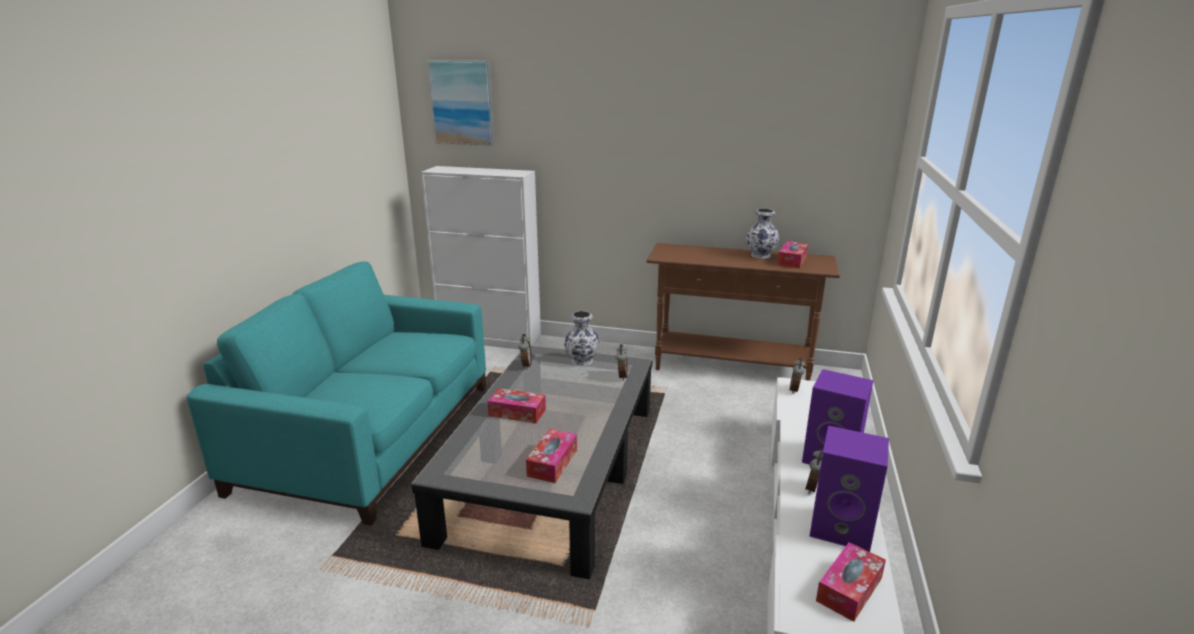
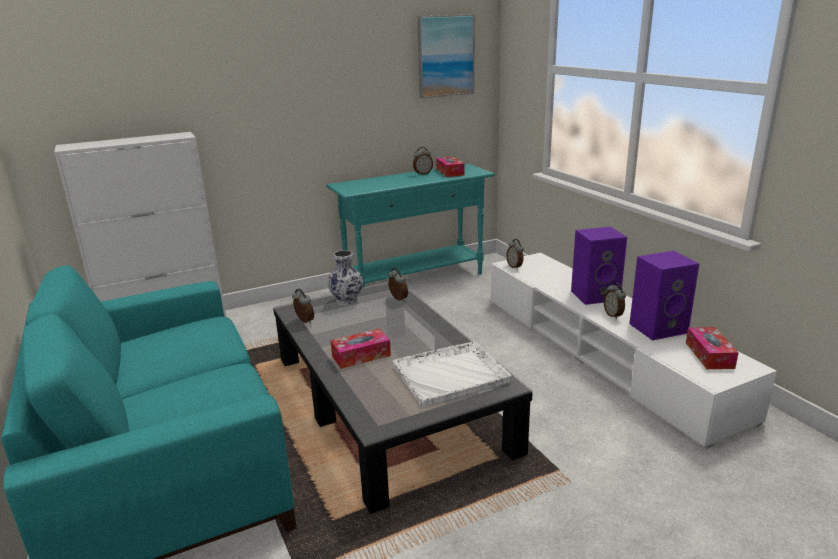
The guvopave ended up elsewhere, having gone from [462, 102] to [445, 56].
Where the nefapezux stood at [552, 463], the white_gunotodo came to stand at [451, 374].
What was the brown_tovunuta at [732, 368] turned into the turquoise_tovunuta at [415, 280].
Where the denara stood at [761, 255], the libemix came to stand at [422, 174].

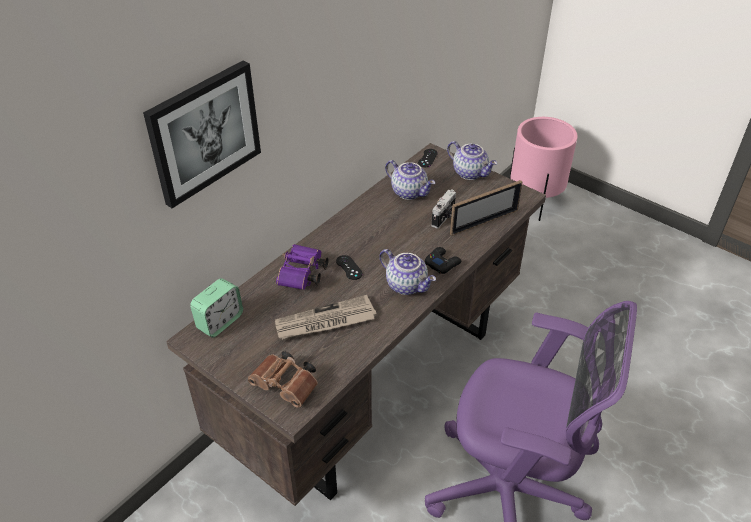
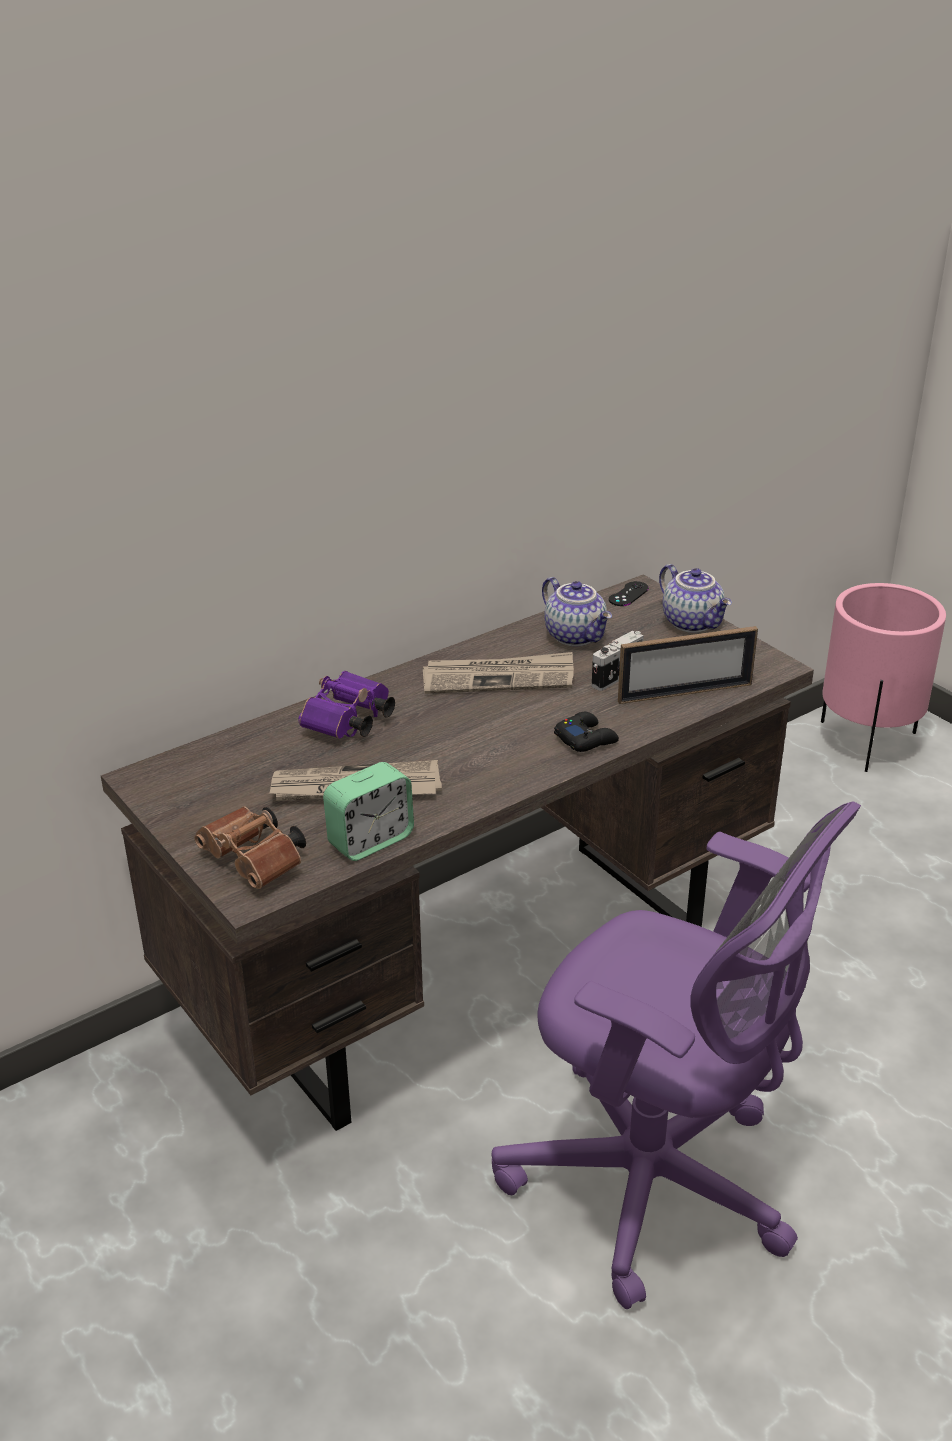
The second view lost the guvopave at [204, 132].
The libemix ended up elsewhere, having gone from [220, 322] to [370, 840].
The second view lost the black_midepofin at [349, 267].
The second view lost the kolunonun at [407, 285].
The second view gained the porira at [499, 678].

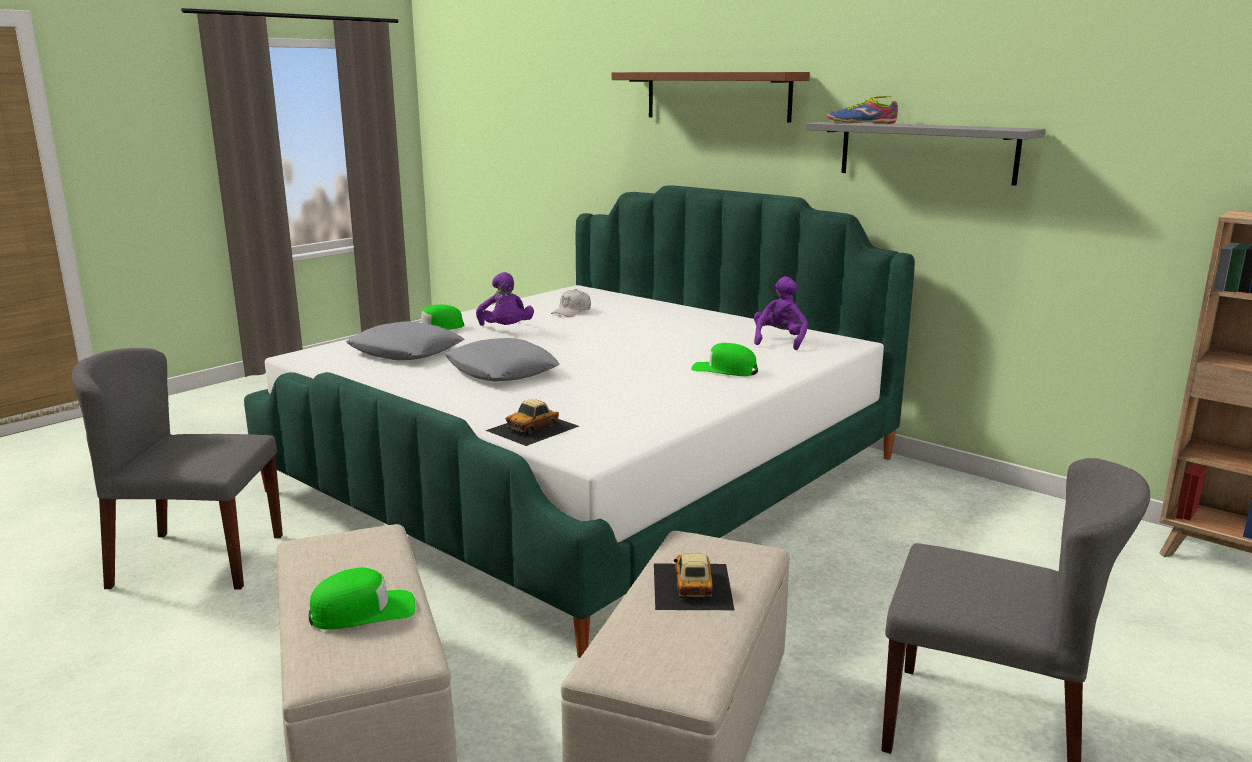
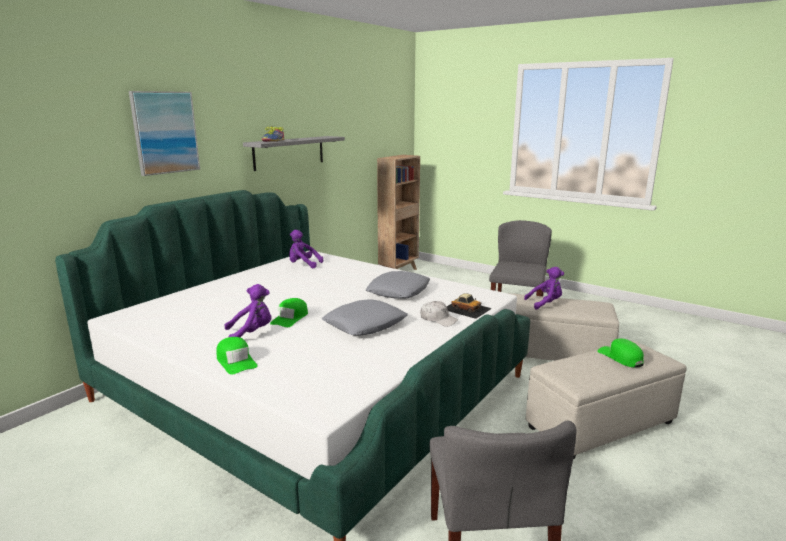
The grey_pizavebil ended up elsewhere, having gone from [406, 351] to [398, 291].
The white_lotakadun ended up elsewhere, having gone from [572, 312] to [438, 319].
Where the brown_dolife hung at [717, 96], the guvopave came to hang at [165, 132].
Where the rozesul stood at [691, 586], the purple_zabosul came to stand at [545, 303].
The green_lotakadun ended up elsewhere, having gone from [724, 370] to [290, 318].

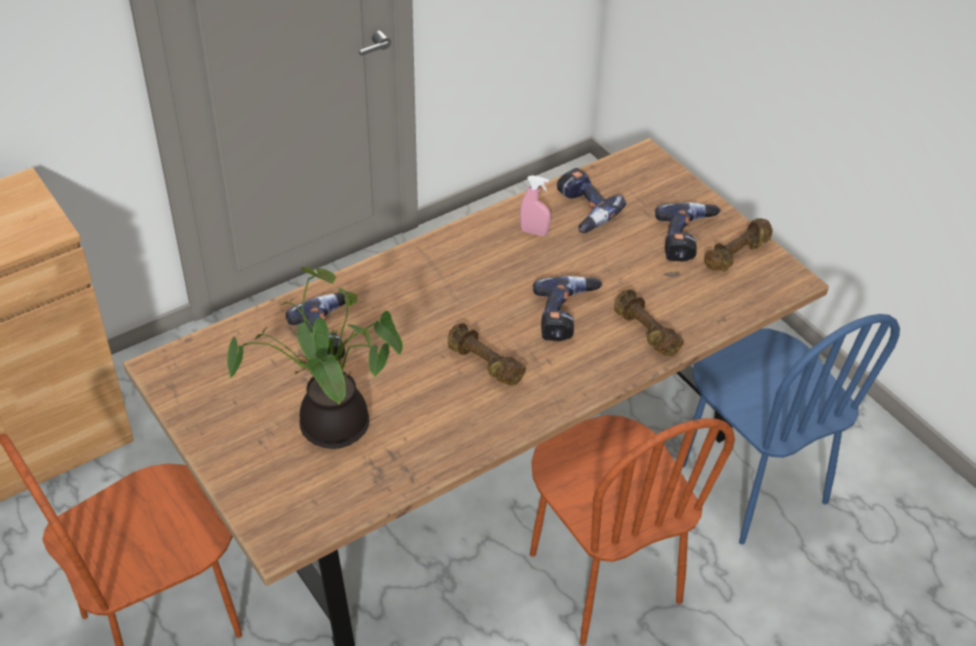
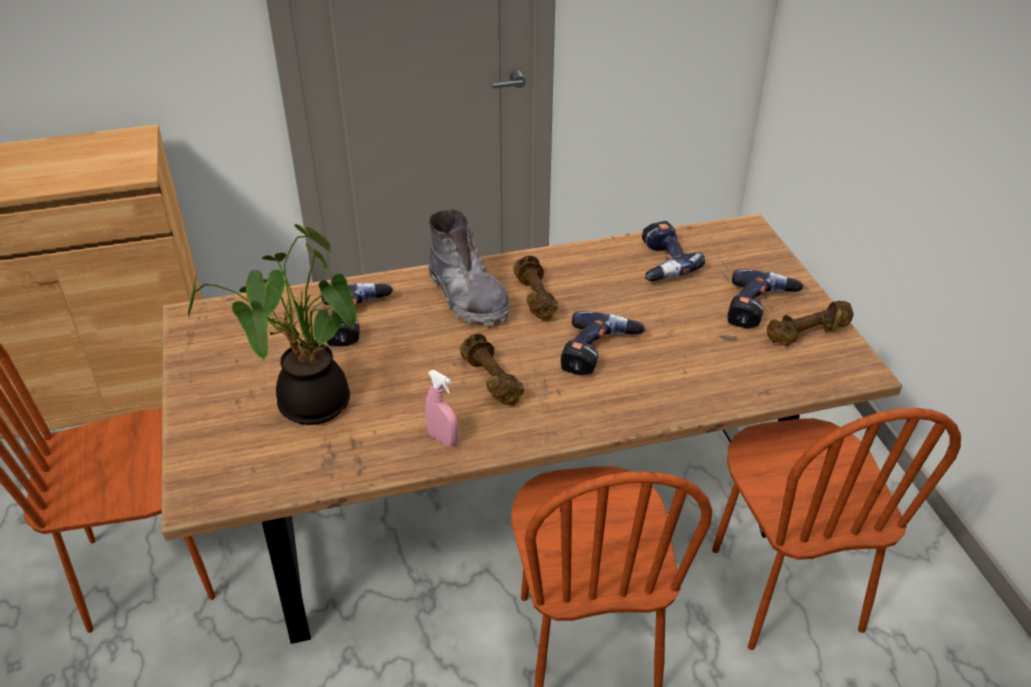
The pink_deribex ended up elsewhere, having gone from [534, 232] to [443, 439].
The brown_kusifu ended up elsewhere, having gone from [644, 332] to [534, 298].
What was the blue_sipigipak at [751, 484] turned into the brown_sipigipak at [784, 589].
The second view gained the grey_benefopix at [468, 297].

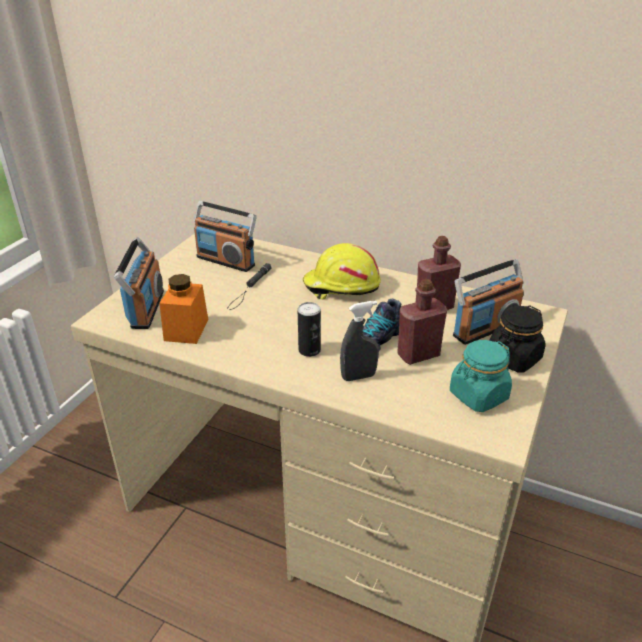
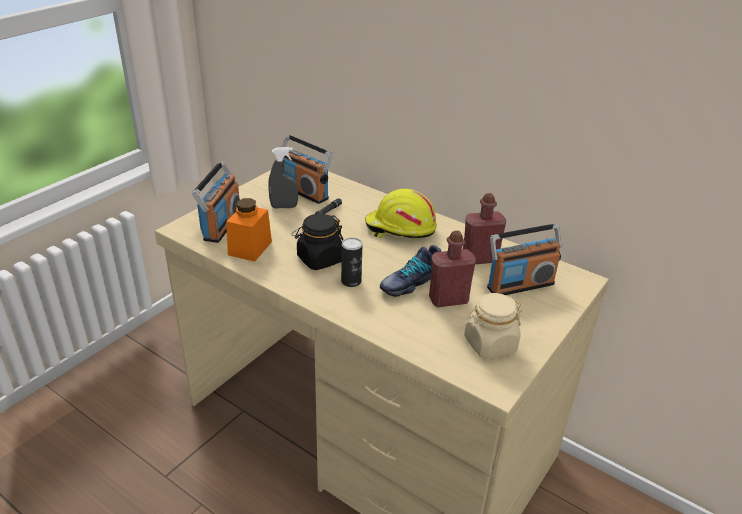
The grey_deribex ended up elsewhere, having gone from [358, 376] to [284, 207].
What was the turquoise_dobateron at [478, 396] turned into the beige_dobateron at [490, 344].
The black_dobateron ended up elsewhere, having gone from [513, 358] to [319, 259].

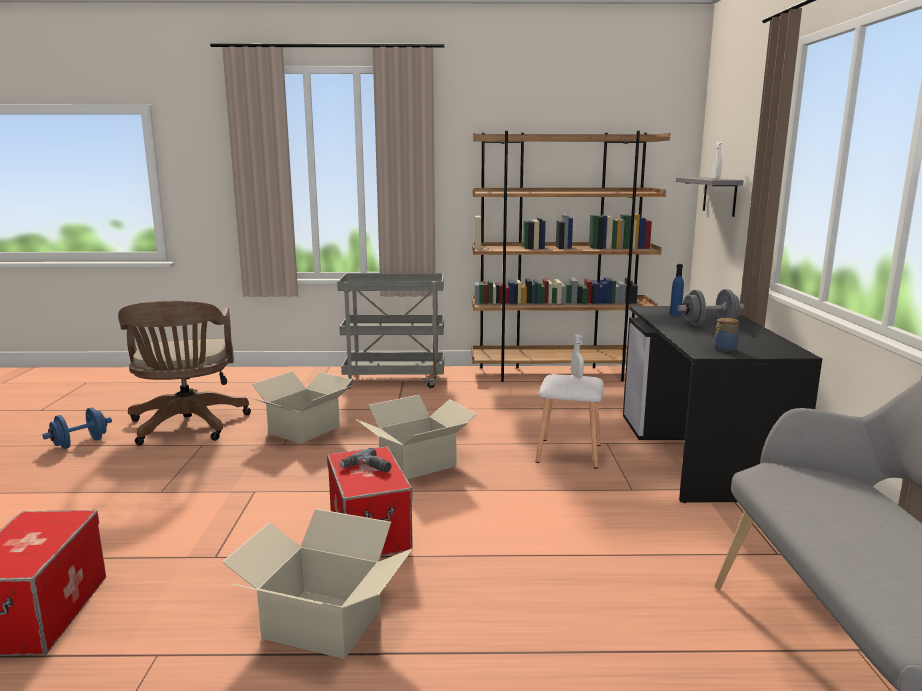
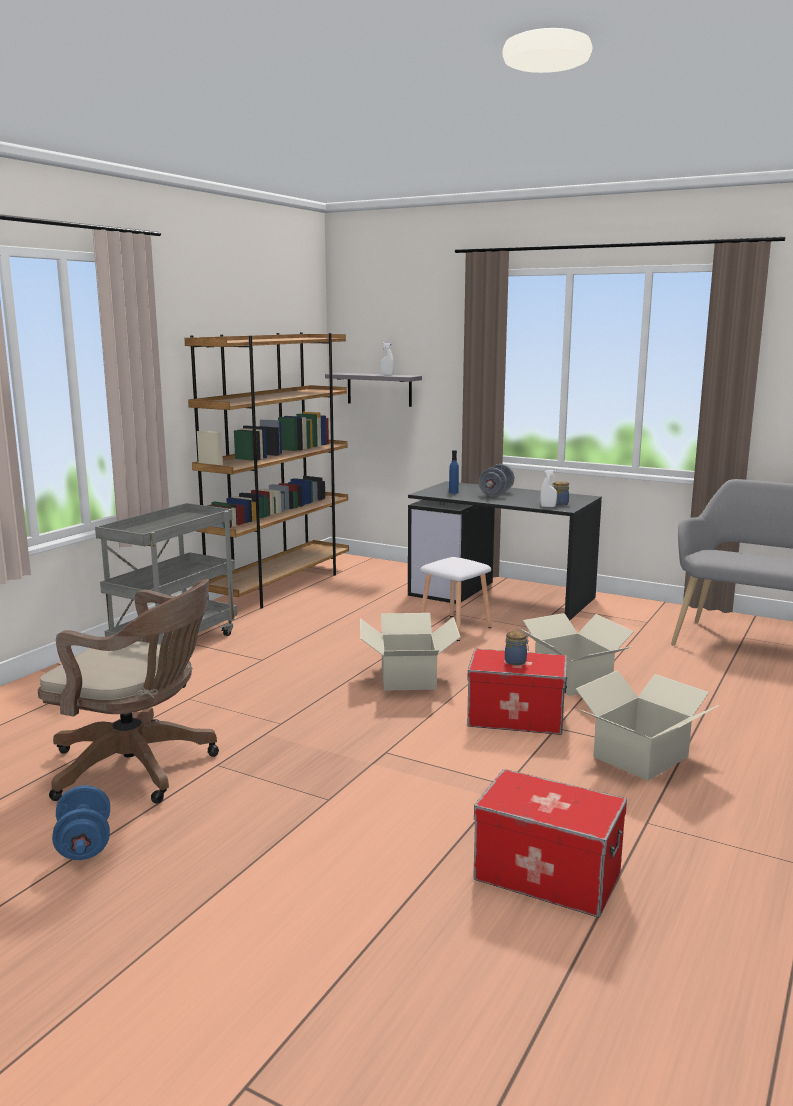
The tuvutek ended up elsewhere, having gone from [305, 430] to [573, 680].
Where the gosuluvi stood at [367, 468], the dobateron came to stand at [516, 661].
The white_deribex ended up elsewhere, having gone from [576, 376] to [548, 506].

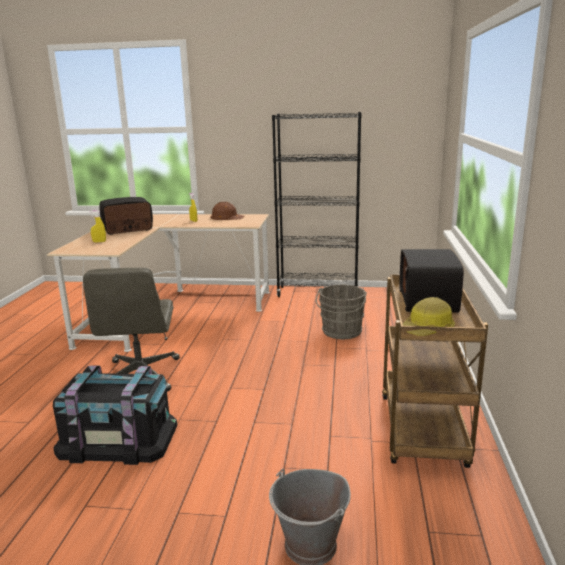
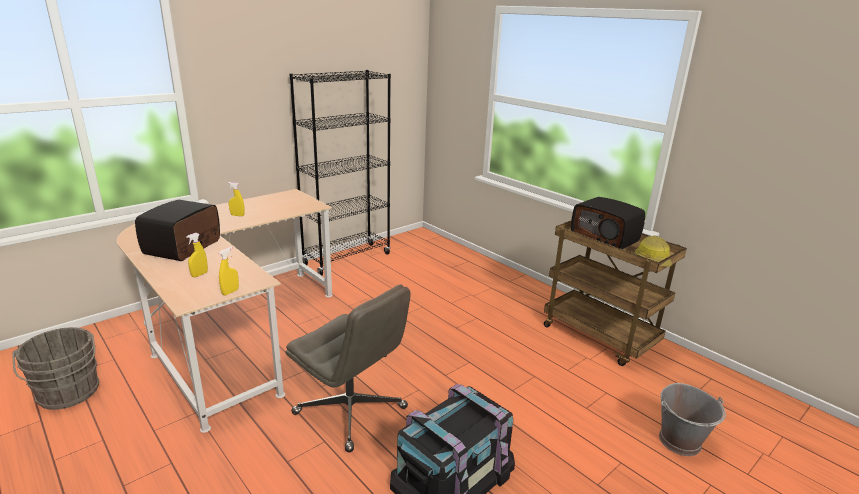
The second view lost the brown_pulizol at [226, 217].
The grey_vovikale ended up elsewhere, having gone from [341, 332] to [68, 394].
The second view gained the yellow_deribex at [230, 292].

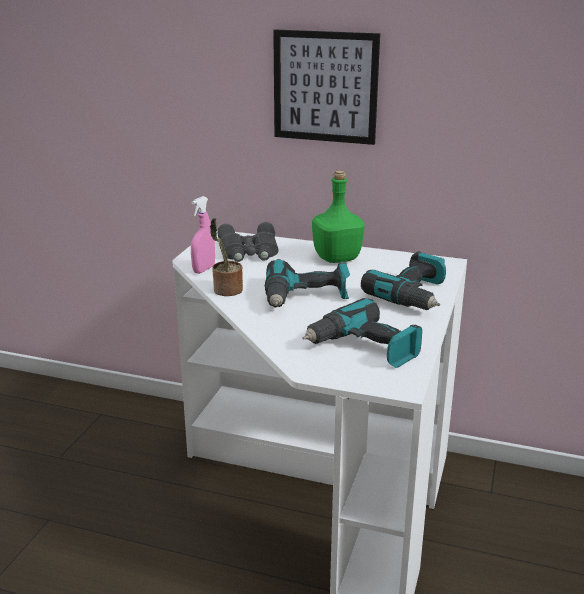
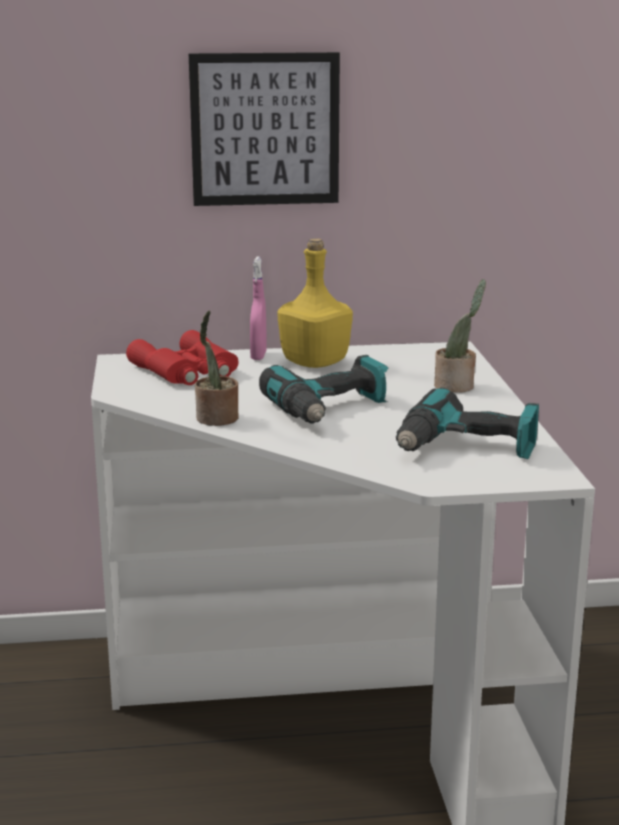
The pink_deribex ended up elsewhere, having gone from [204, 269] to [258, 356].
What was the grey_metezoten at [248, 250] turned into the red_metezoten at [186, 371].
What was the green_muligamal at [337, 258] turned into the yellow_muligamal at [316, 363].
Where the gosuluvi stood at [414, 295], the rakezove came to stand at [457, 386].

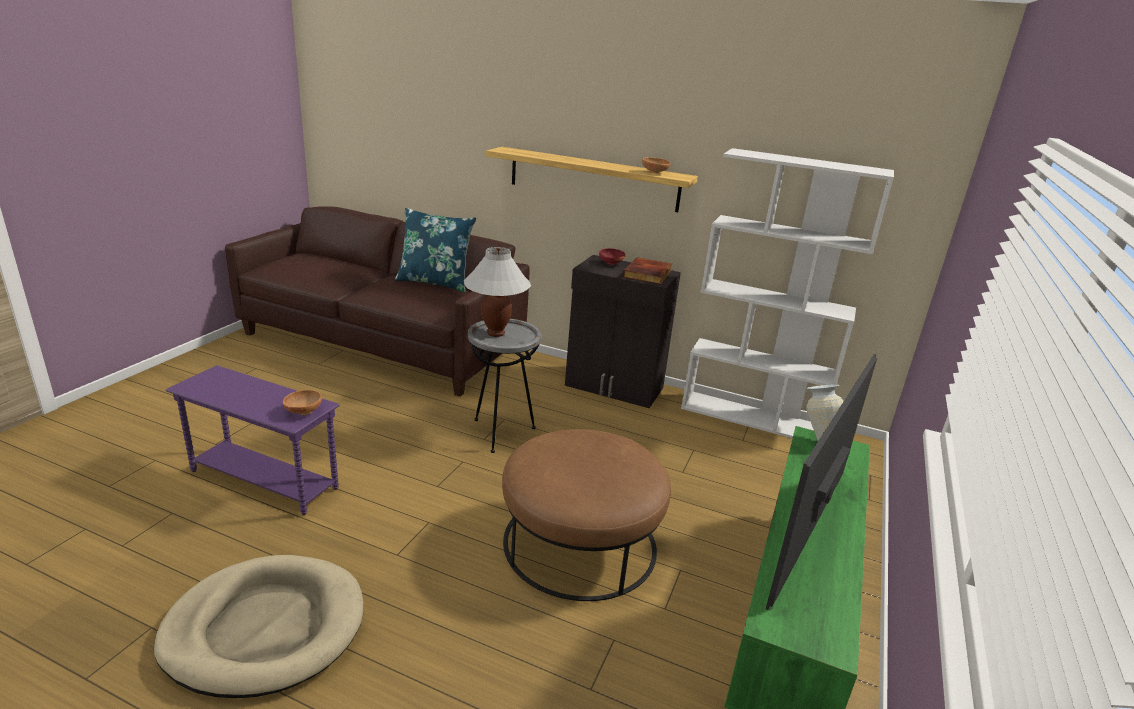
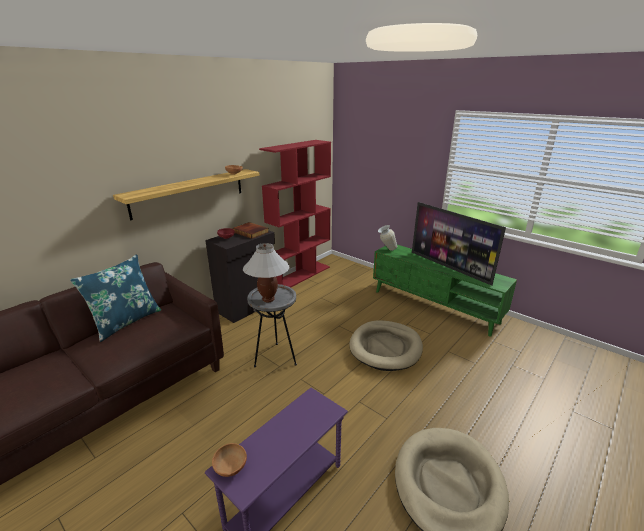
The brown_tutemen ended up elsewhere, having gone from [303, 411] to [230, 468].
Where the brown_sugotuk stood at [580, 543], the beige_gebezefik came to stand at [385, 347].
What was the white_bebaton at [752, 417] turned into the red_bebaton at [300, 275].

